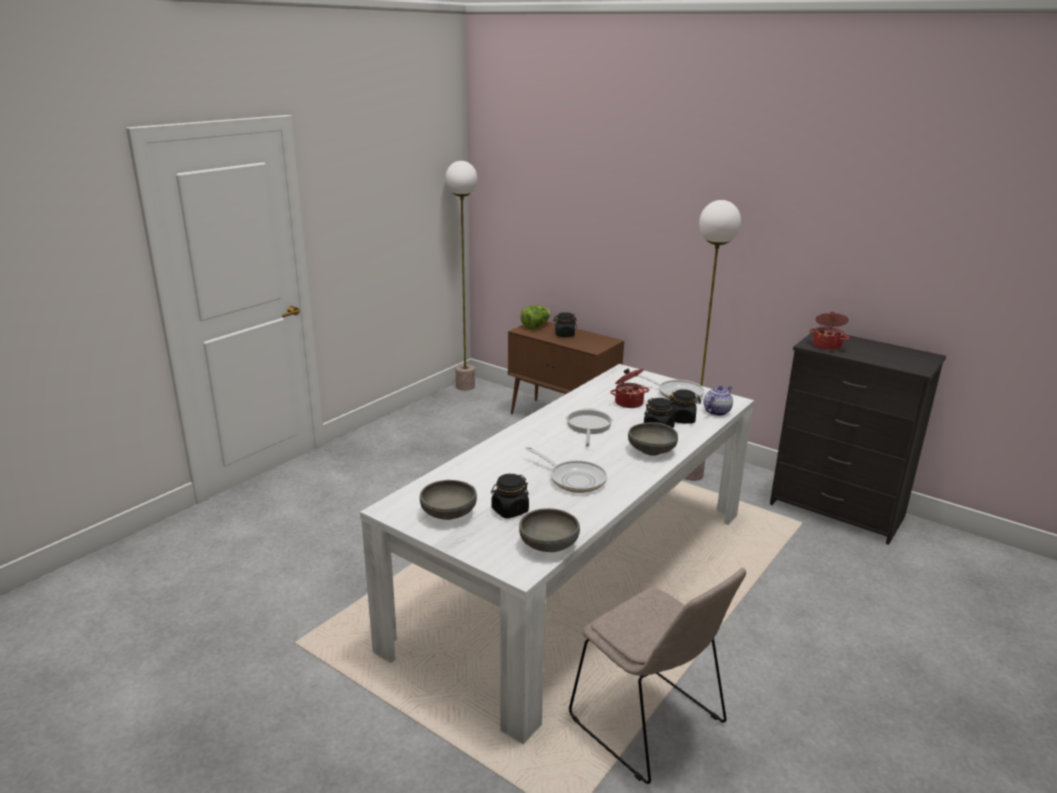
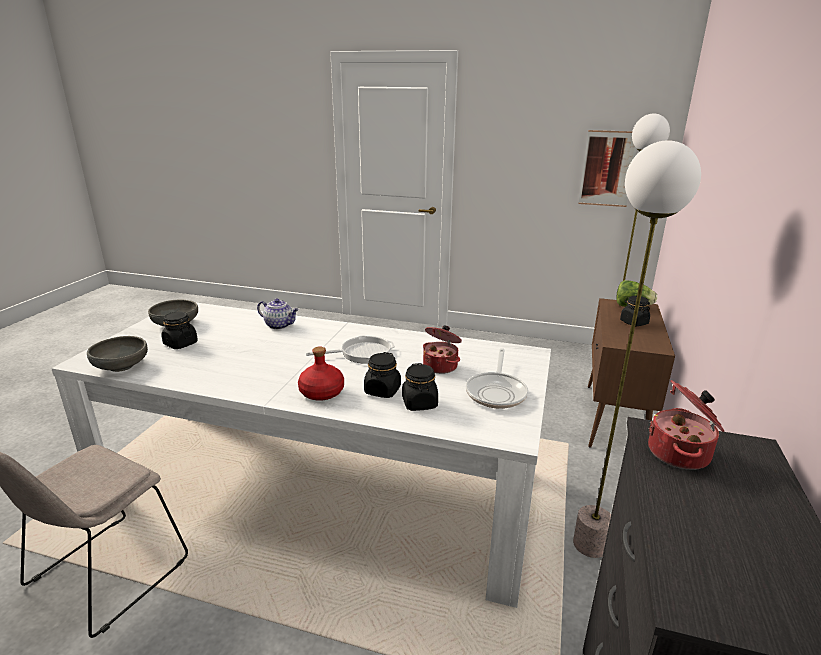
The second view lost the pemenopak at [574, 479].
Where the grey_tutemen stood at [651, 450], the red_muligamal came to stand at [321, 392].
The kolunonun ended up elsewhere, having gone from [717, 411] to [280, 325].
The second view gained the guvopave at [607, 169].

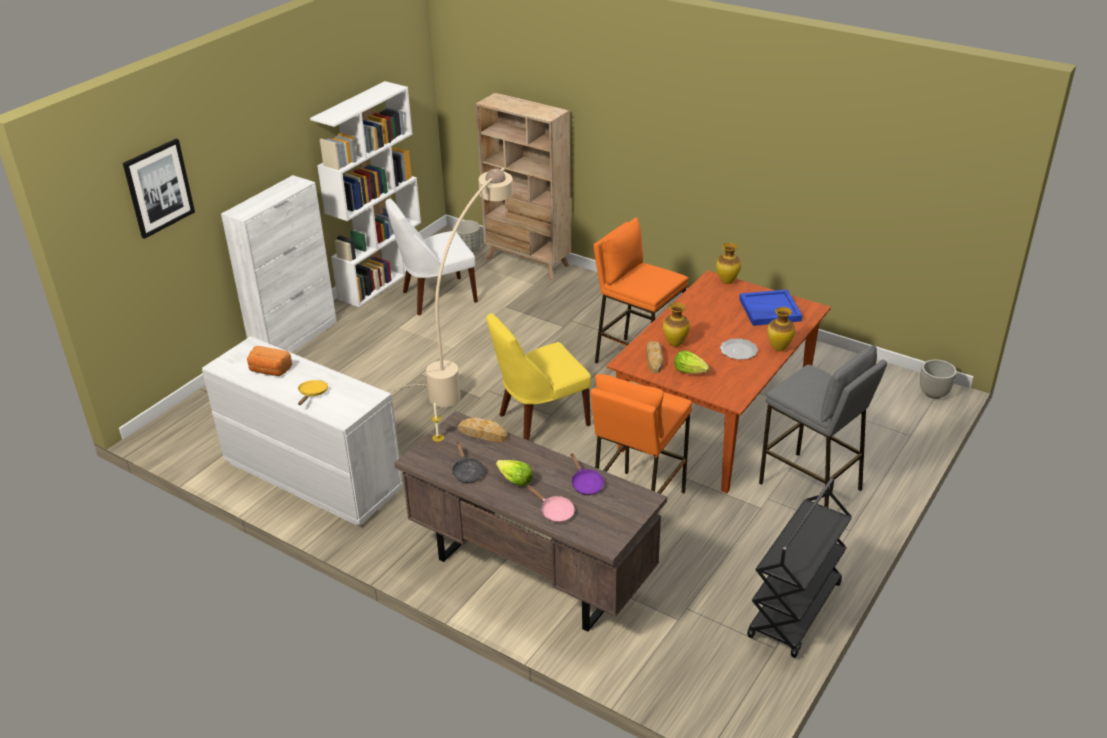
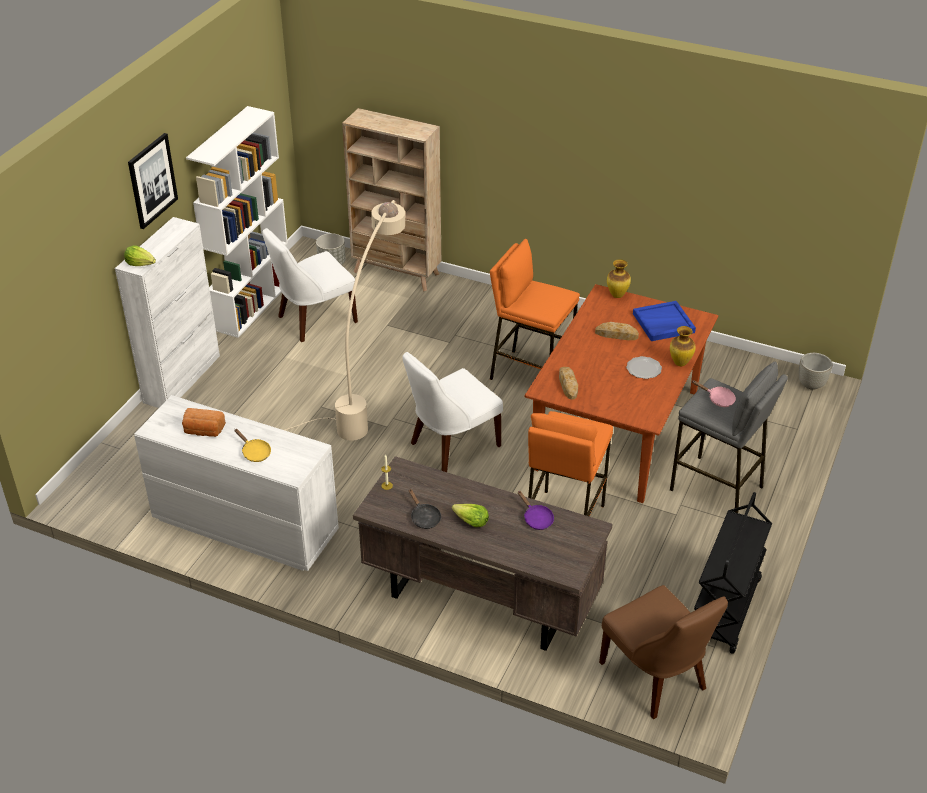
The guvopave ended up elsewhere, having gone from [158, 188] to [152, 180].
The yellow_pemenopak at [312, 394] ended up facing another way, 135 degrees clockwise from before.
The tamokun ended up elsewhere, having gone from [482, 433] to [616, 334].
What was the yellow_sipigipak at [540, 420] turned into the white_sipigipak at [451, 446].
The pink_pemenopak ended up elsewhere, having gone from [554, 511] to [718, 399].
The second view lost the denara at [674, 344].
The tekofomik ended up elsewhere, having gone from [690, 371] to [141, 264].
The second view gained the brown_sipigipak at [656, 679].

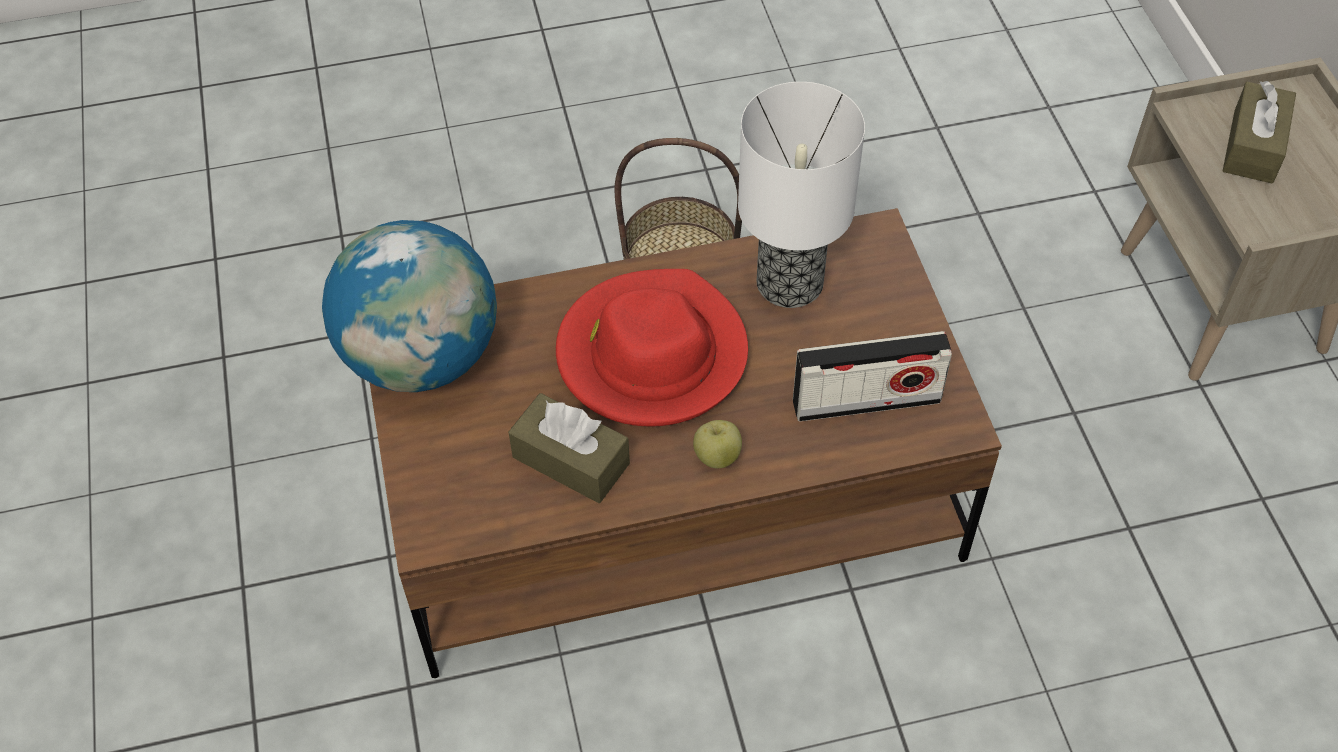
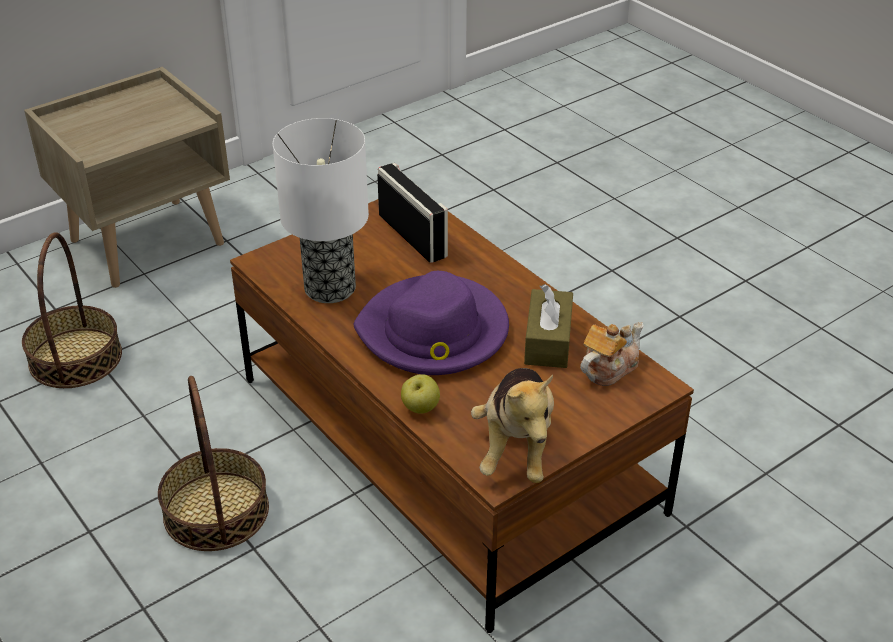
Where the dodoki stood at [422, 358], the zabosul came to stand at [516, 447].
What was the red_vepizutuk at [651, 354] turned into the purple_vepizutuk at [434, 332].
The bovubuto ended up elsewhere, having gone from [717, 456] to [420, 408].
The second view lost the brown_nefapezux at [1253, 146].
The second view gained the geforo at [75, 358].
The second view gained the kolunonun at [608, 368].

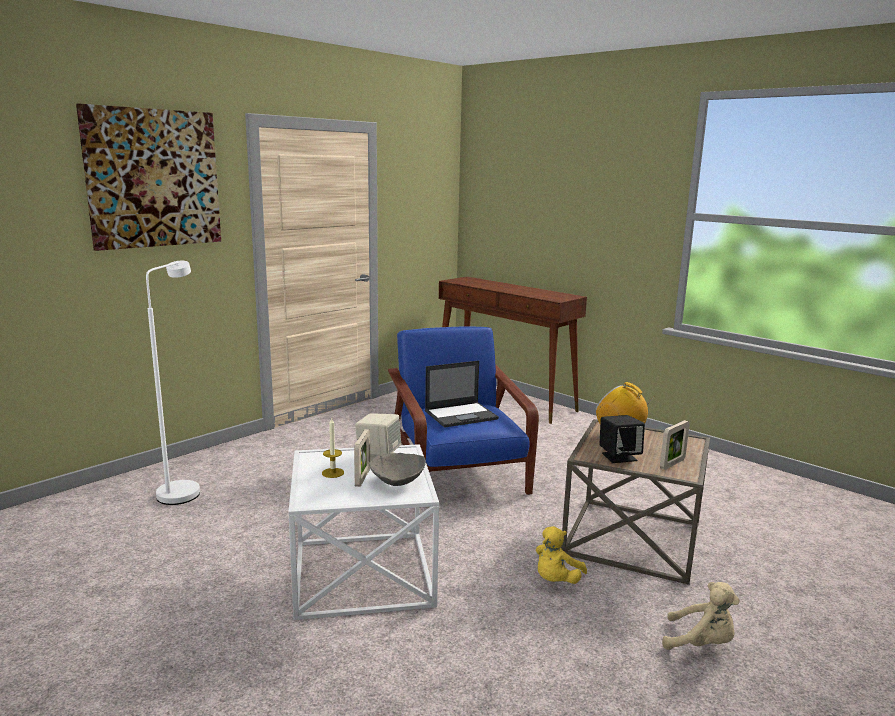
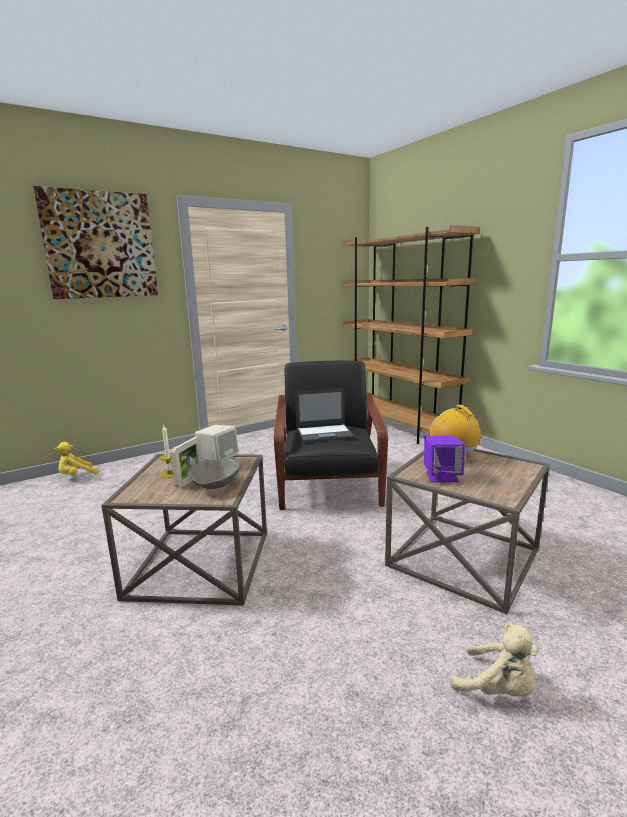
The second view lost the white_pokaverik at [183, 489].
What was the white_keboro at [361, 572] turned into the brown_keboro at [200, 563].
What was the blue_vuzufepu at [457, 472] turned into the black_vuzufepu at [328, 483].
Where the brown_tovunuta stood at [504, 398], the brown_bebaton came to stand at [398, 427].
The yellow_zabosul ended up elsewhere, having gone from [556, 580] to [77, 476].
What was the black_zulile at [619, 457] turned into the purple_zulile at [442, 476].
The second view lost the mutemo at [672, 464].

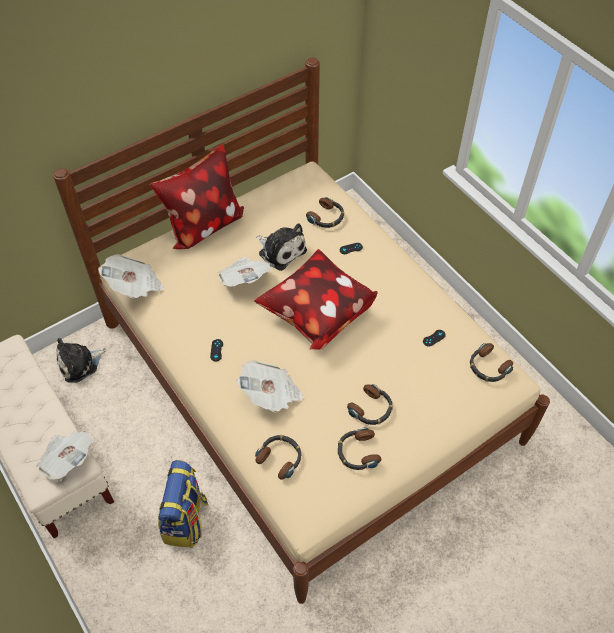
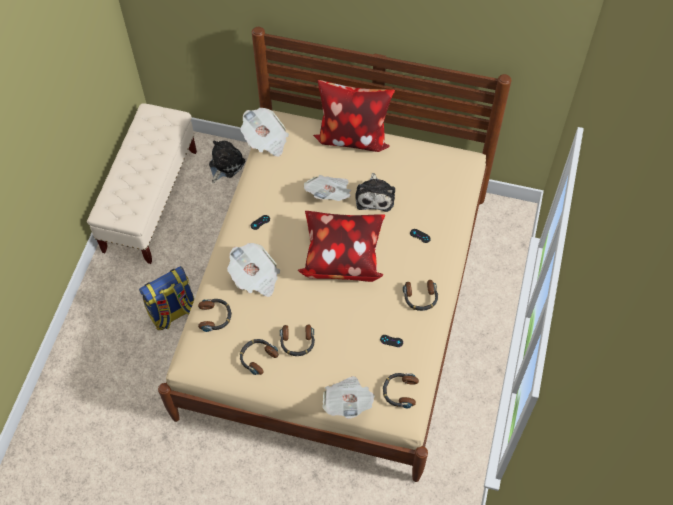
The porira ended up elsewhere, having gone from [68, 459] to [348, 402].
The zabosul at [80, 364] ended up facing another way, 105 degrees clockwise from before.
The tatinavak ended up elsewhere, having gone from [326, 217] to [420, 298].

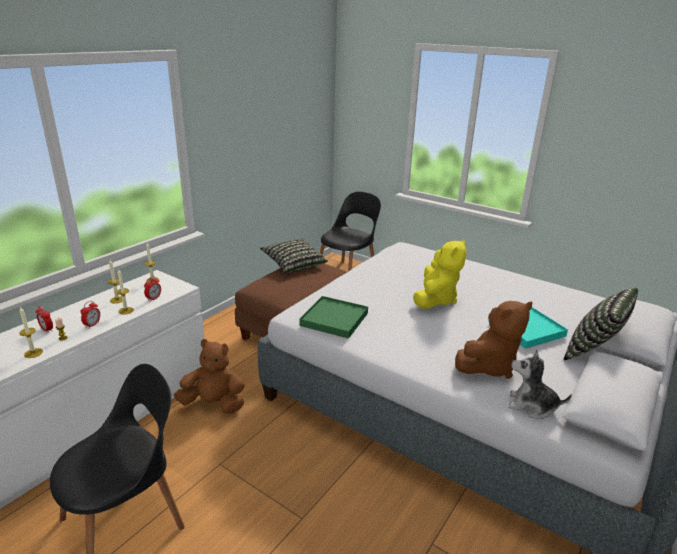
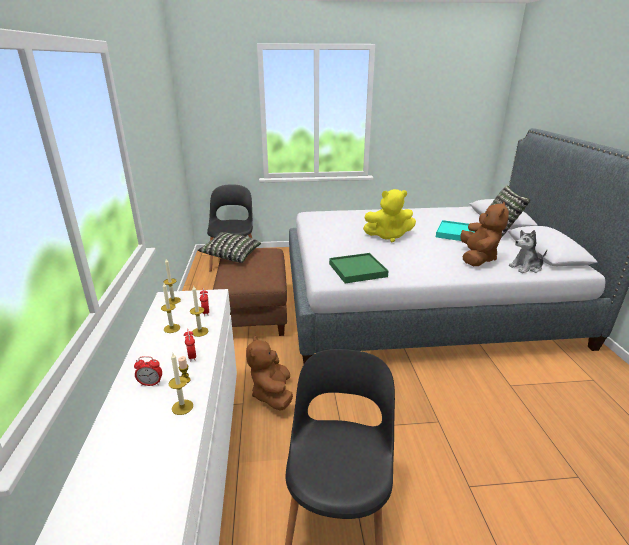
The brown_zabosul at [214, 404] ended up facing another way, 60 degrees counterclockwise from before.
The yellow_zabosul at [435, 299] ended up facing another way, 105 degrees clockwise from before.

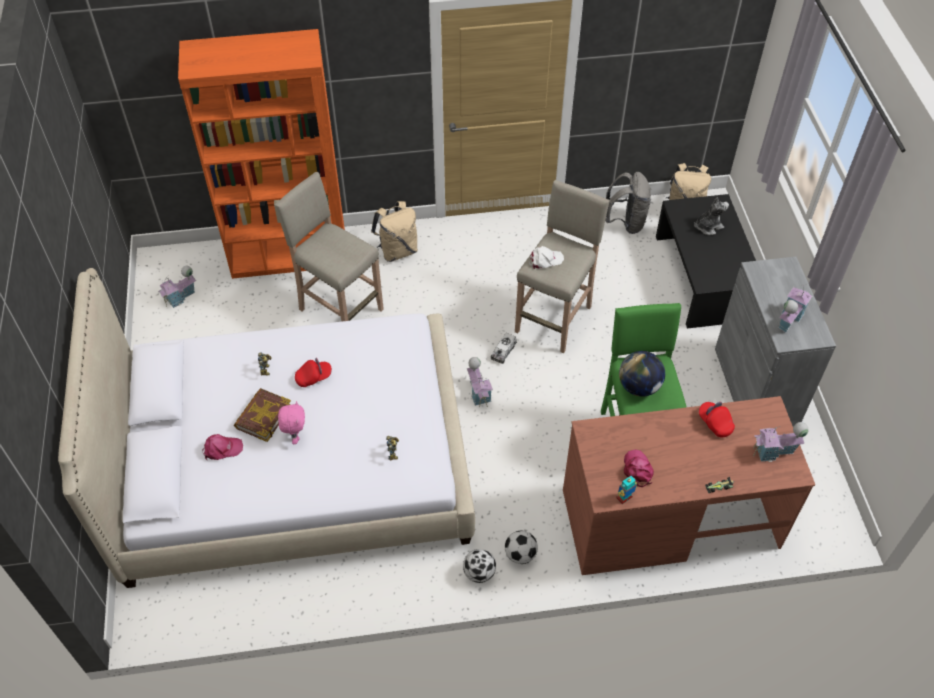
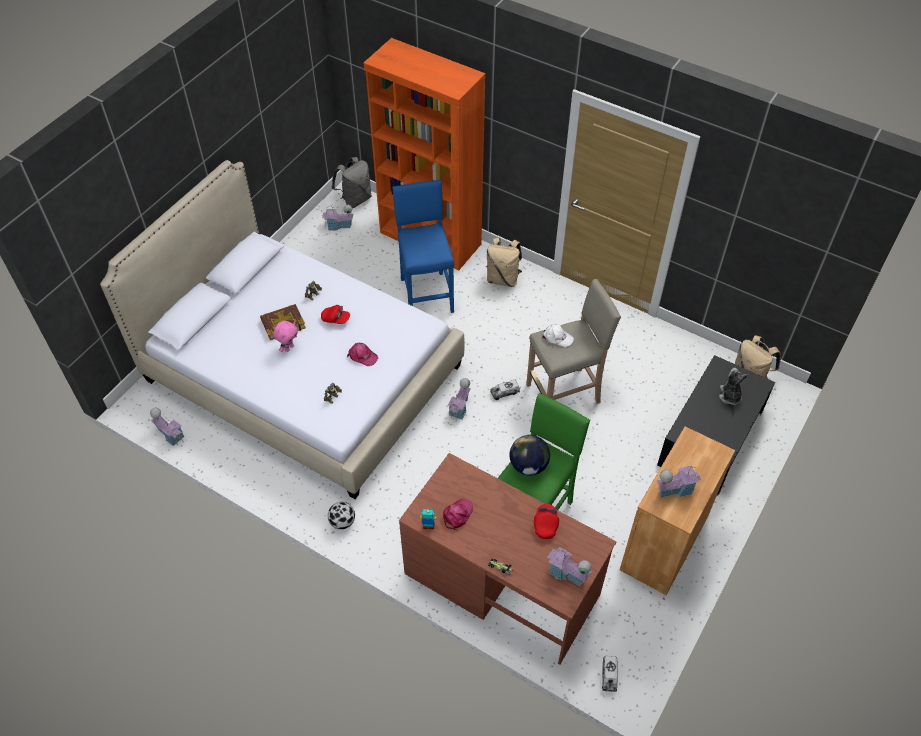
The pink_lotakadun ended up elsewhere, having gone from [222, 449] to [362, 356].
What was the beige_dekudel at [339, 309] turned into the blue_dekudel at [426, 294].
The second view lost the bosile at [520, 554].
The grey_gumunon ended up elsewhere, having gone from [626, 222] to [355, 199].
The zabosul at [708, 226] ended up facing another way, 105 degrees counterclockwise from before.
What was the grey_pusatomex at [755, 388] turned into the brown_pusatomex at [664, 543].
The second view gained the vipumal at [170, 434].
The second view gained the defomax at [609, 675].

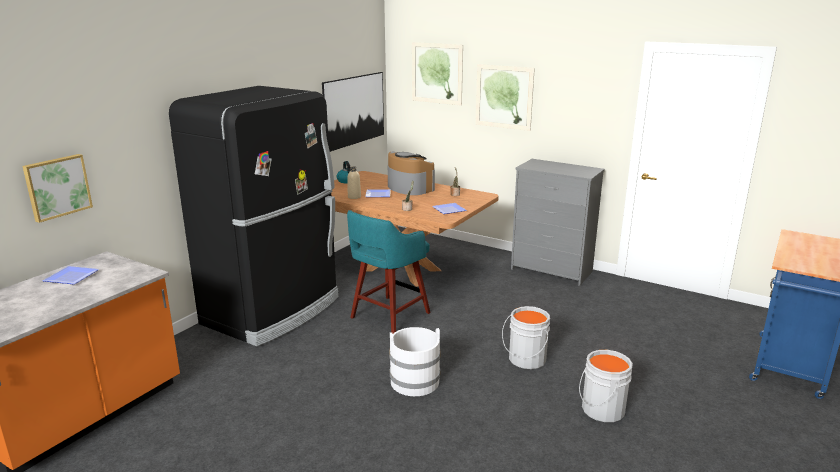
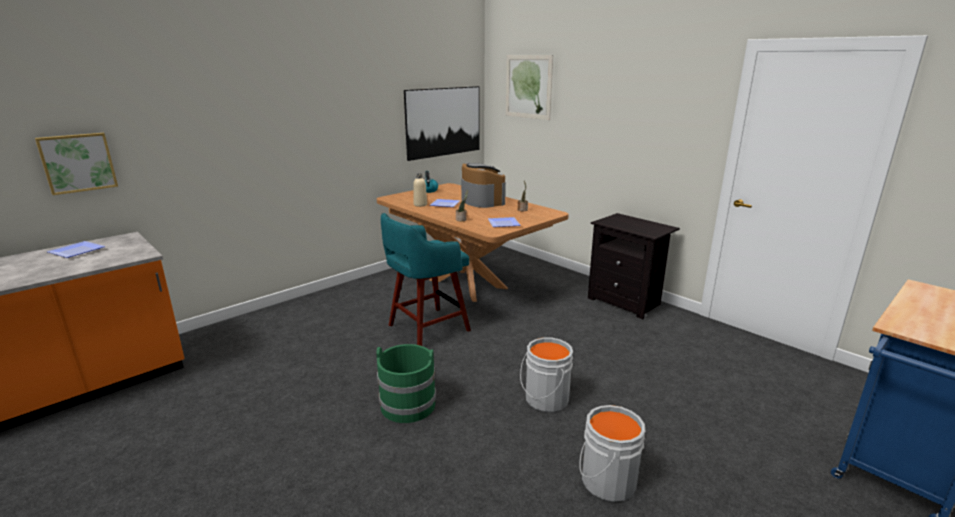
The second view lost the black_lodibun at [274, 311].
What was the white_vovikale at [415, 381] turned into the green_vovikale at [408, 405].
The second view lost the guvopave at [504, 97].
Where the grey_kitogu stood at [552, 270], the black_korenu came to stand at [626, 302].

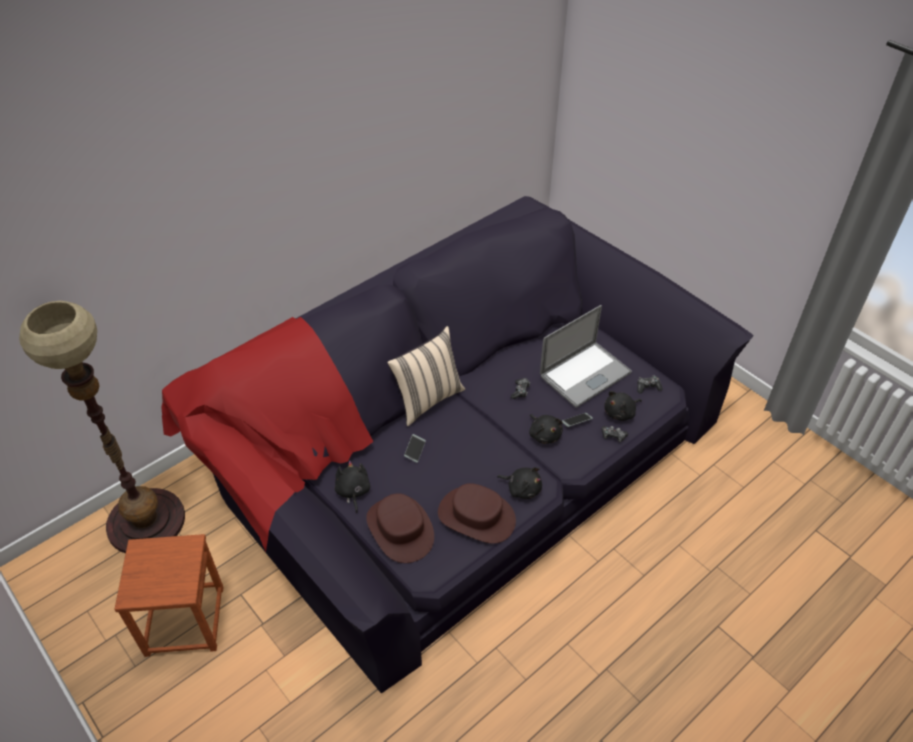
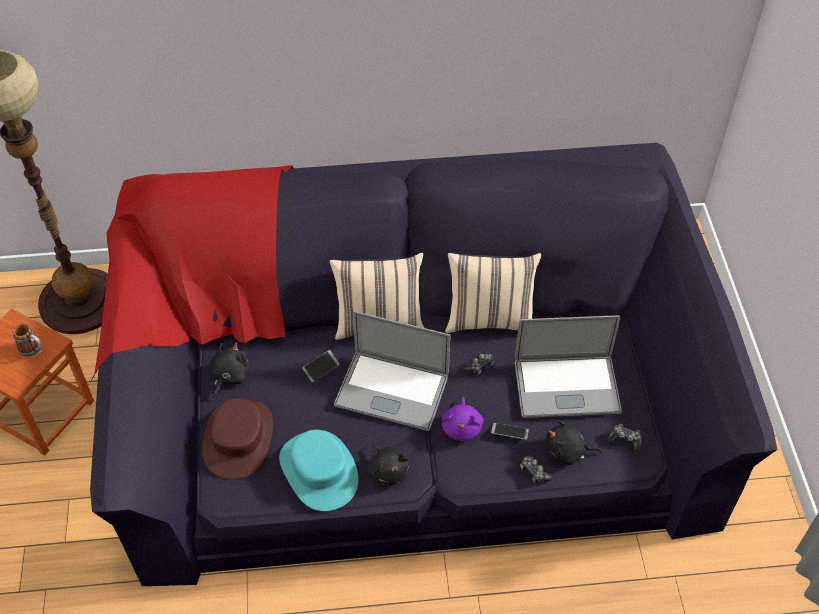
What was the brown_vepizutuk at [476, 516] turned into the turquoise_vepizutuk at [319, 470].
What was the black_zabosul at [544, 434] turned into the purple_zabosul at [462, 427].
The second view gained the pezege at [33, 350].
The second view gained the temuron at [392, 390].
The second view gained the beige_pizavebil at [489, 319].

